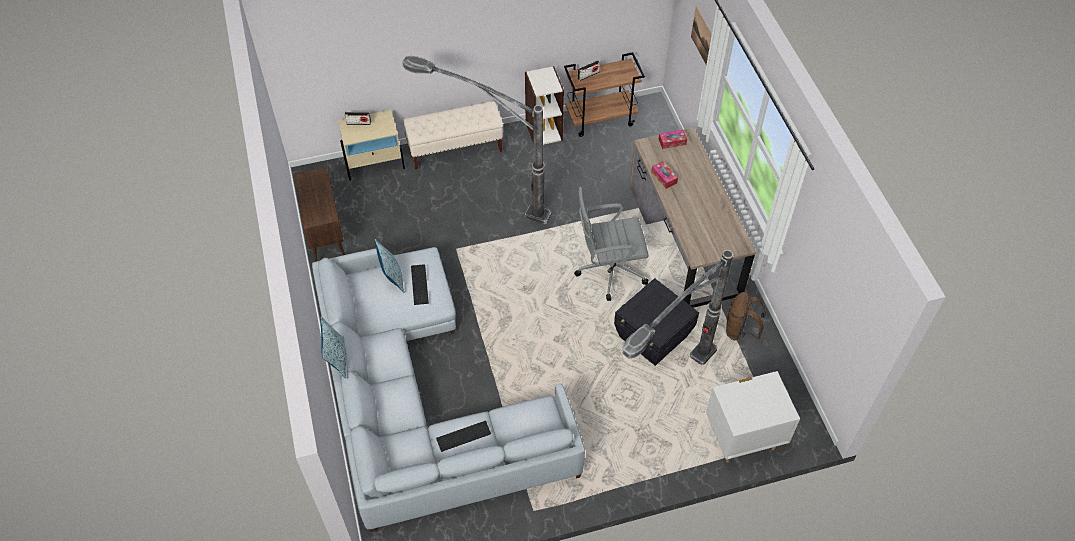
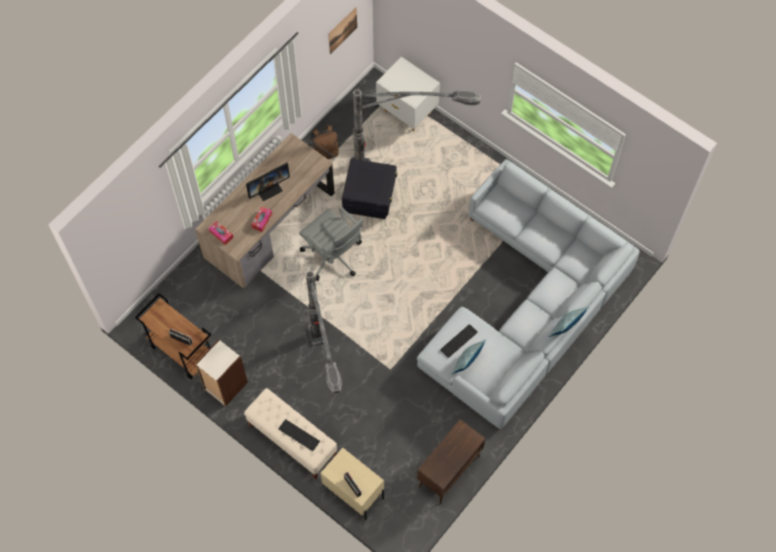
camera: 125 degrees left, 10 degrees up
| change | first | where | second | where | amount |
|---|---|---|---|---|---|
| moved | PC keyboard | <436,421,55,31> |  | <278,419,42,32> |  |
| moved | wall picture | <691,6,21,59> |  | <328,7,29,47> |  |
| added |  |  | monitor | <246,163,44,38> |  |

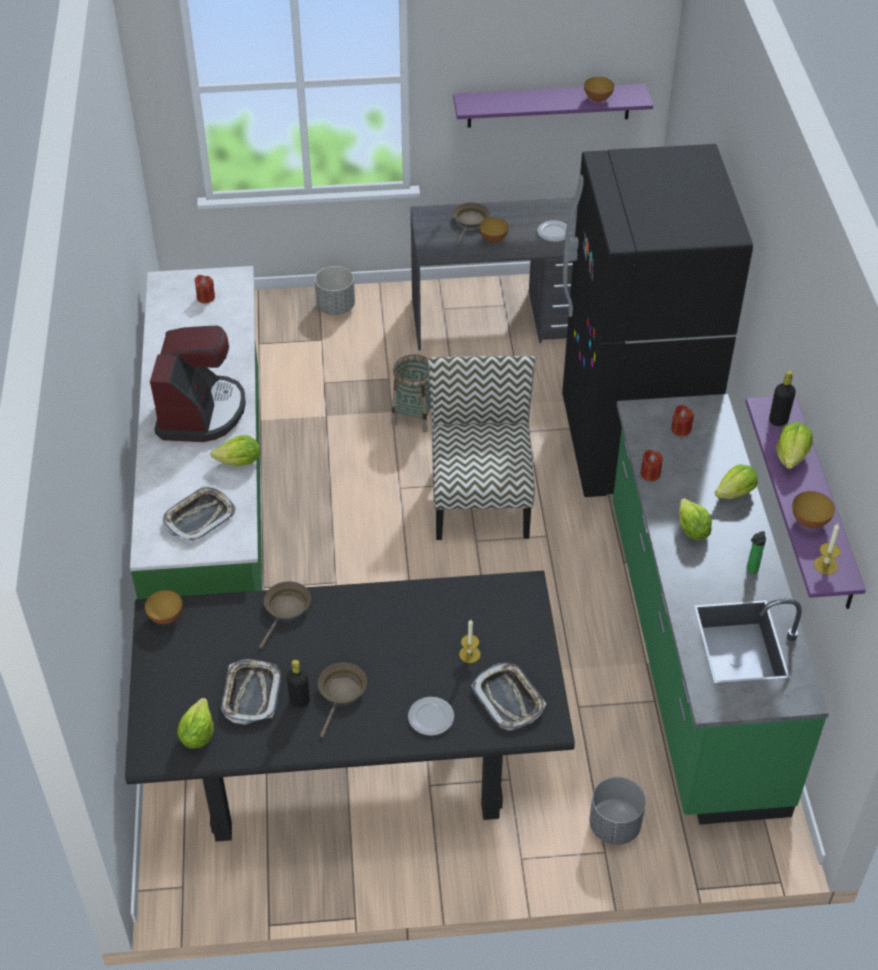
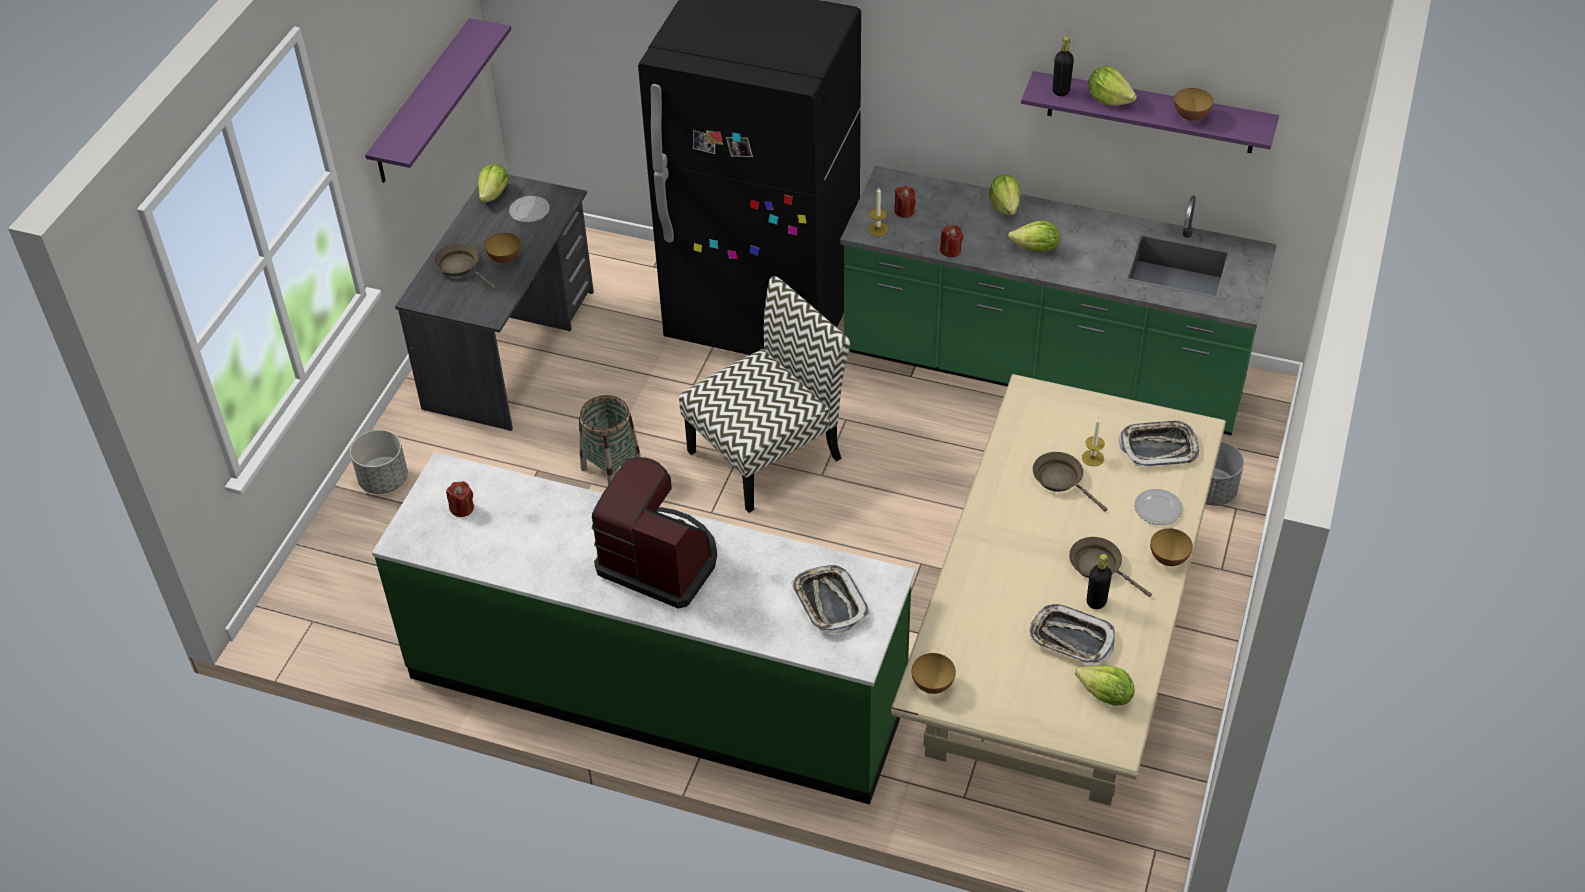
camera: 65 degrees left, 0 degrees up
| change | first | where | second | where | amount |
|---|---|---|---|---|---|
| recoloured | blackish dining table | <125,571,450,271> | sand-coloured dining table | <891,374,335,432> |  |
| moved | head of lettuce | <210,435,50,31> |  | <478,164,31,38> |  |
| moved | brownish pan | <259,581,52,68> |  | <1033,452,74,59> |  |
| turned | plain chair | <428,356,107,184> |  | <679,276,171,237> | 120 degrees clockwise |
| moved | deep dish | <584,77,30,26> |  | <1150,528,43,38> |  |
| removed | drink bottle | <746,531,20,43> |  |  |  |
| moved | wax light | <814,523,27,52> |  | <868,188,20,48> |  |

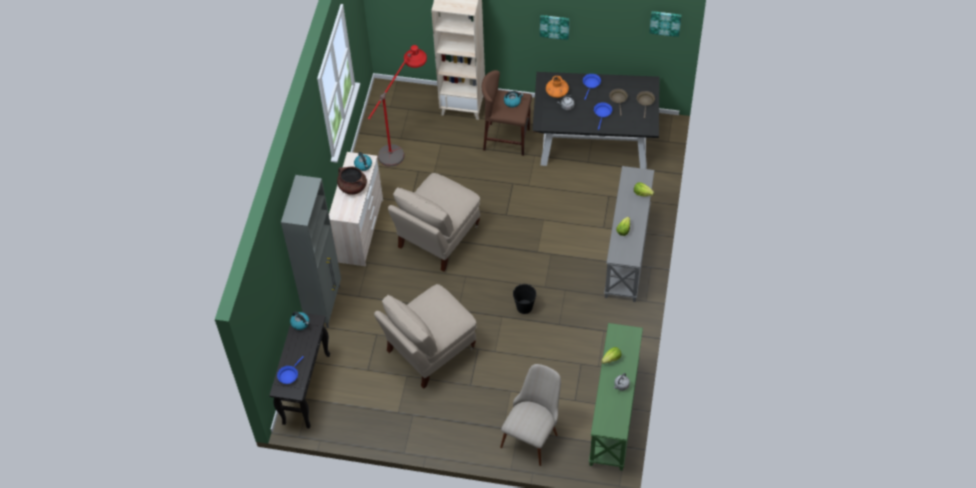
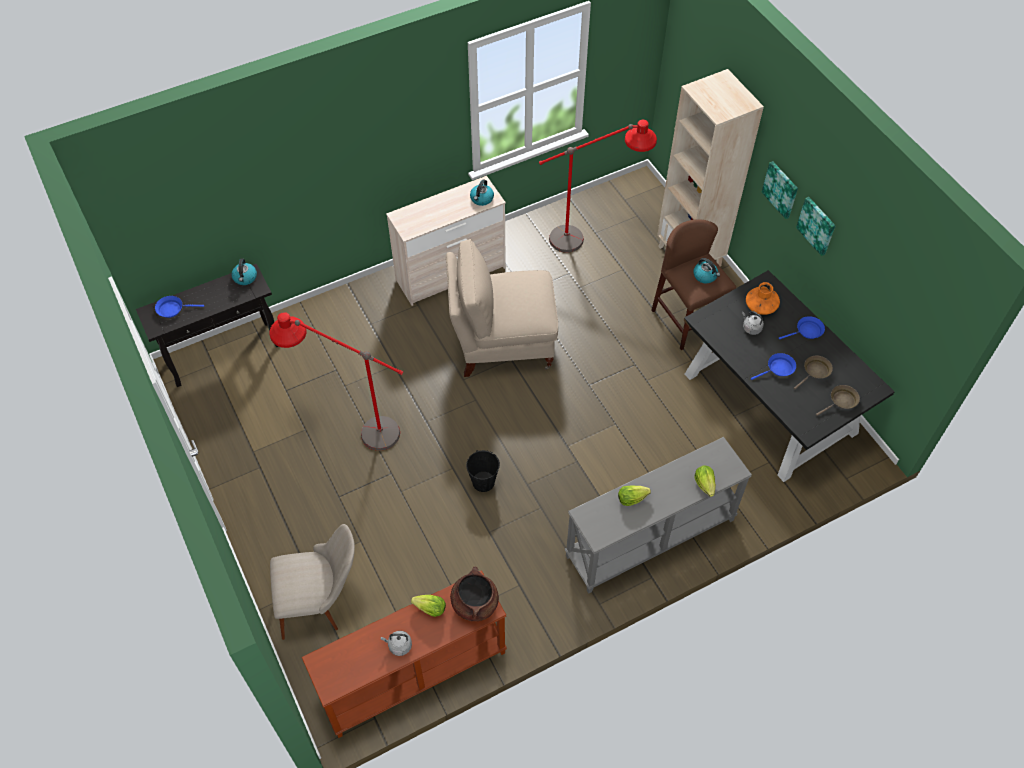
camera: 50 degrees right, 0 degrees up
| change | first | where | second | where | amount |
|---|---|---|---|---|---|
| removed | gray storage cabinet | <281,175,60,153> |  |  |  |
| moved | brownish stockpot | <337,166,30,29> |  | <450,567,49,54> |  |
| replaced | sand-coloured plain chair | <374,284,103,105> | red-coloured floor lamp | <269,312,134,139> |  |
| recoloured | green narrow table | <589,323,54,148> | brownish narrow table | <302,570,205,168> |  |
| moved | wall picture | <649,11,32,26> |  | <762,161,36,58> |  |

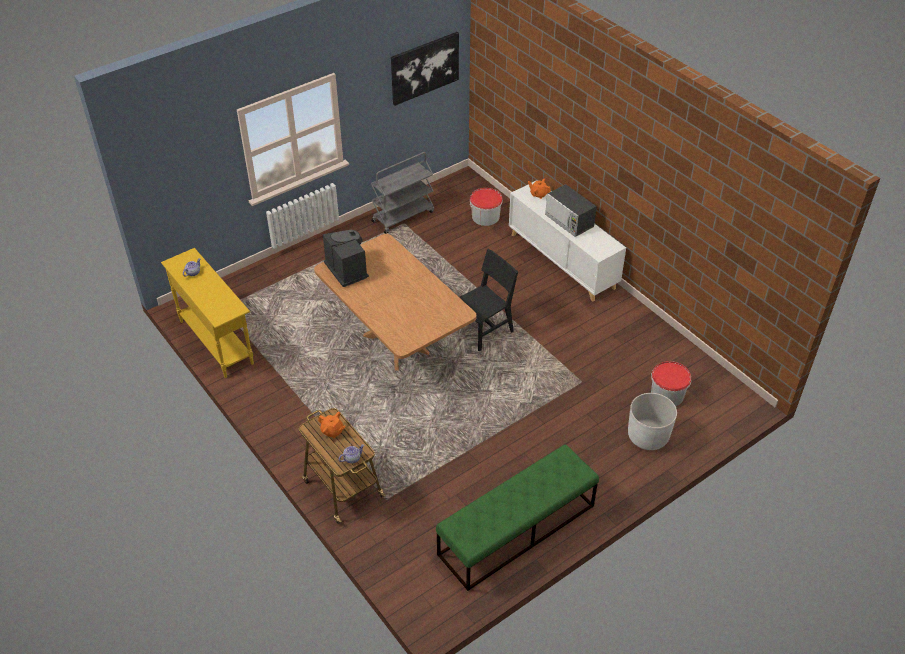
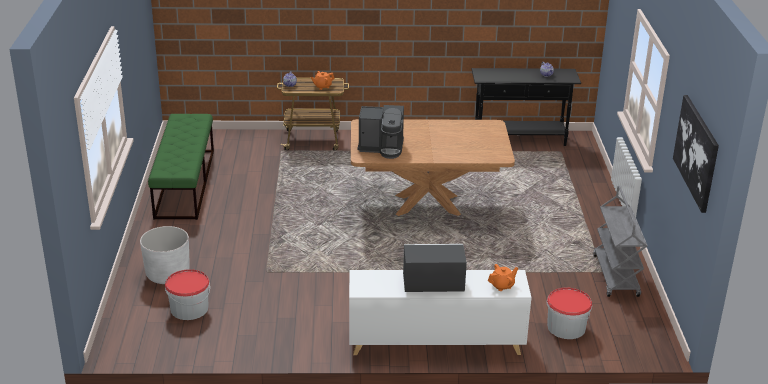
camera: 125 degrees right, 15 degrees down
| change | first | where | second | where | amount |
|---|---|---|---|---|---|
| recoloured | yellowish narrow table | <161,248,93,130> | blackish narrow table | <472,68,109,78> |  |
| moved | coffee brewer | <323,230,46,57> |  | <358,105,46,54> |  |
| removed | blackish plain chair | <459,249,59,102> |  |  |  |

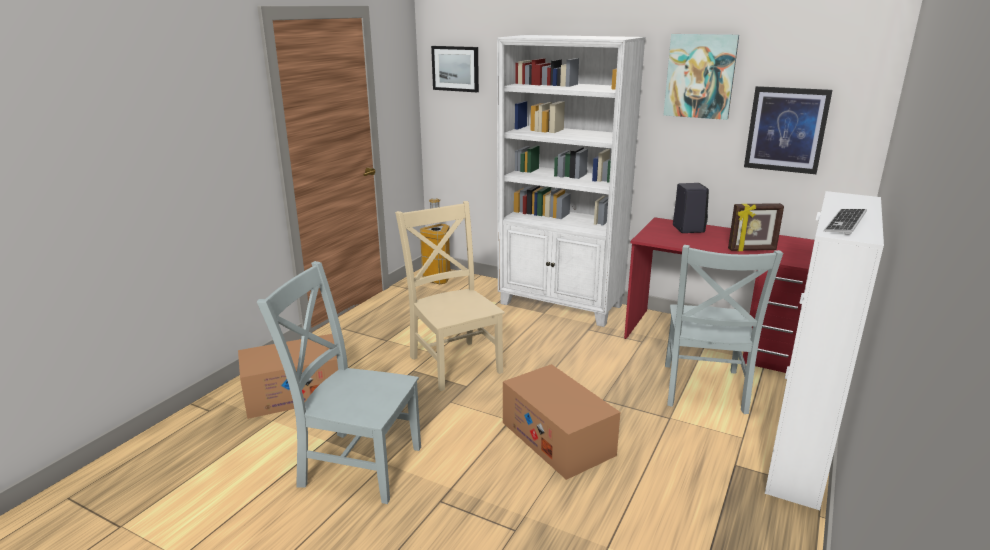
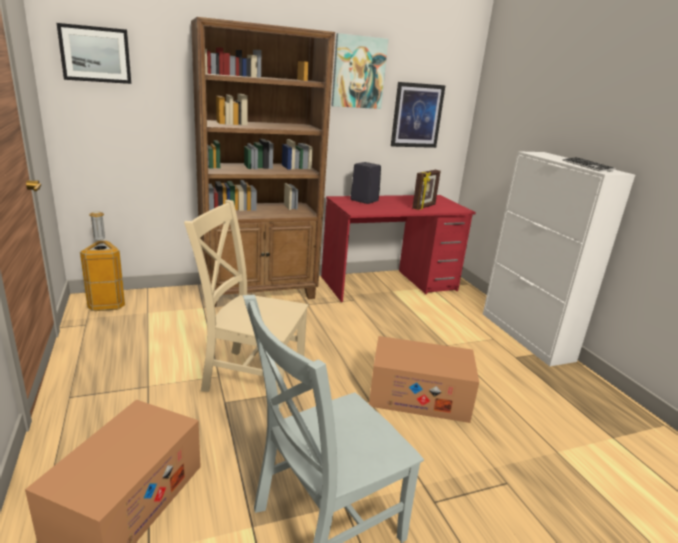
camera: 50 degrees left, 0 degrees up
| change | first | where | second | where | amount |
|---|---|---|---|---|---|
| recoloured | whitish shelving unit | <497,35,149,292> | brownish shelving unit | <191,17,144,290> |  |
| removed | gray plain chair | <665,245,118,169> |  |  |  |

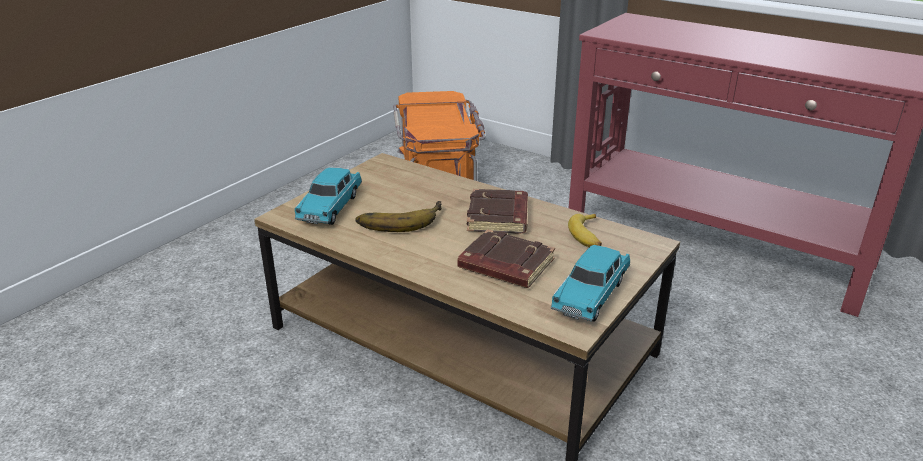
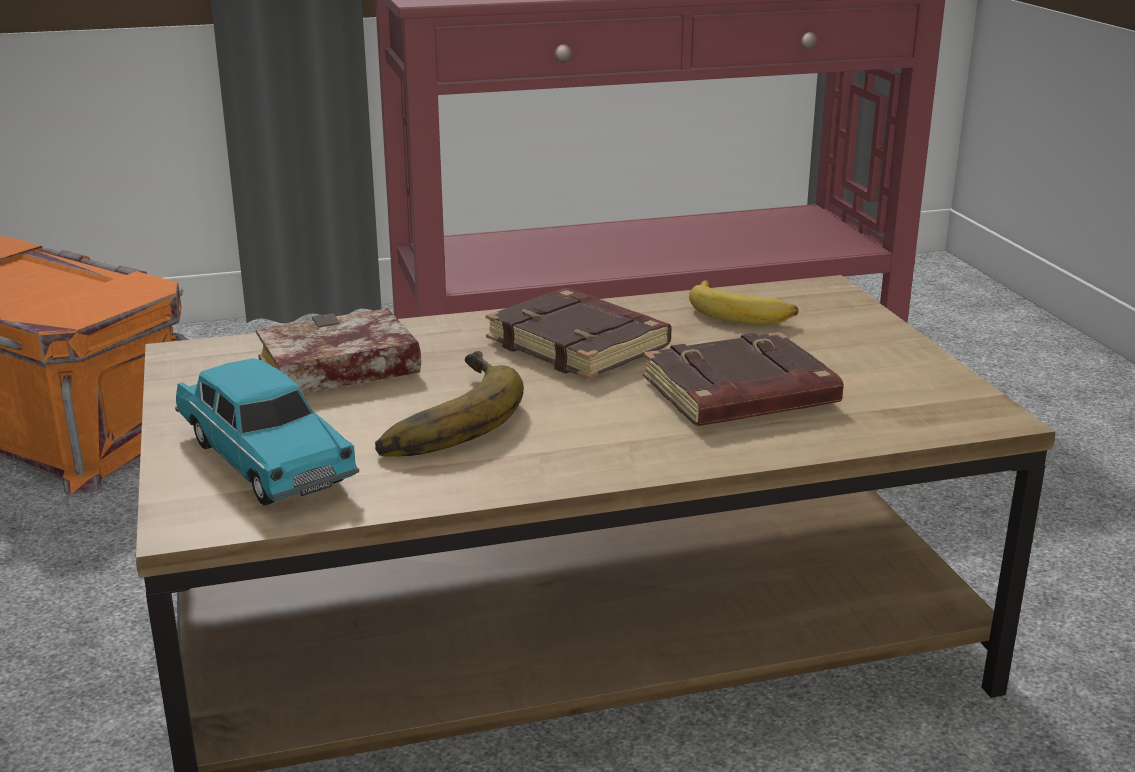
camera: 50 degrees left, 5 degrees down
| change | first | where | second | where | amount |
|---|---|---|---|---|---|
| removed | blue-green miniature car | <551,245,79,77> |  |  |  |
| added |  |  | volume | <256,308,165,85> |  |

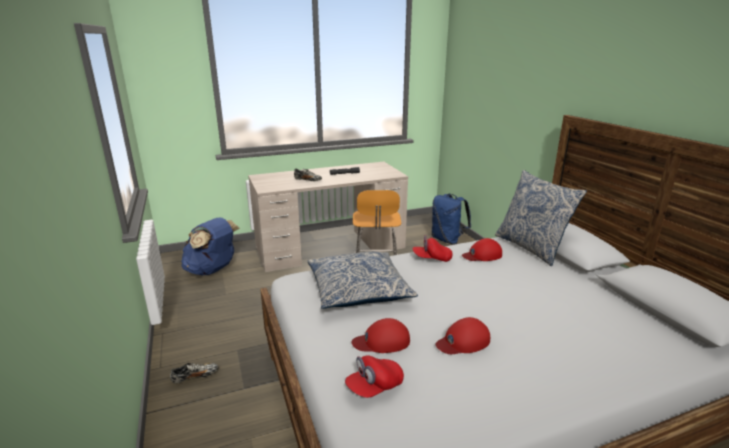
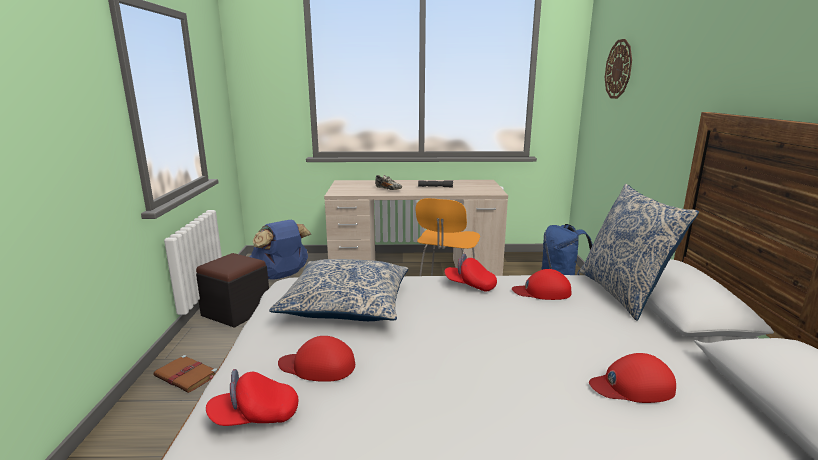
camera: 20 degrees right, 5 degrees down
| change | first | where | second | where | amount |
|---|---|---|---|---|---|
| replaced | low shoe | <170,363,49,21> | brownish volume | <153,355,64,38> |  |
| moved | red-coloured baseball cap | <436,317,54,37> |  | <589,353,87,50> |  |
| added |  |  | blackish ottoman | <196,253,73,75> |  |
| added |  |  | hanging clock | <605,39,27,60> |  |

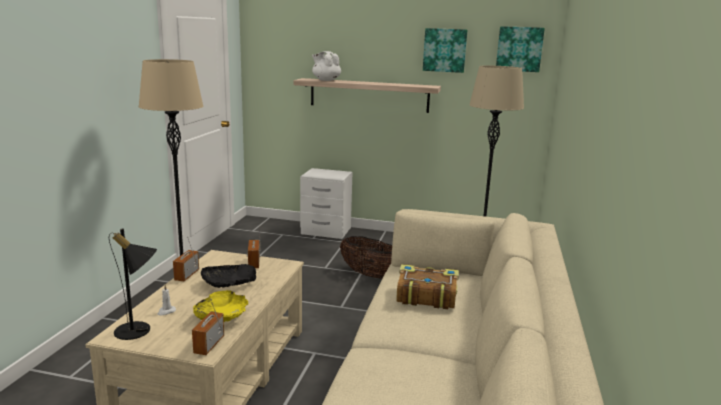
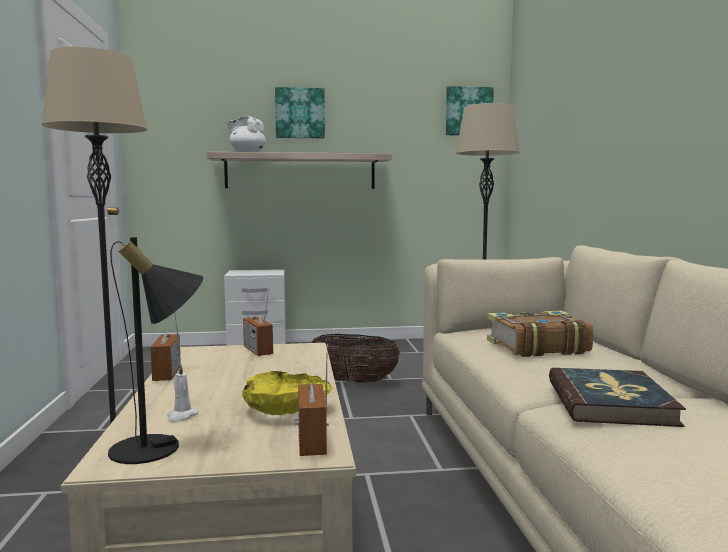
camera: 20 degrees left, 10 degrees down
| change | first | where | second | where | amount |
|---|---|---|---|---|---|
| removed | blackish deep dish | <201,264,55,24> |  |  |  |
| moved | wall picture | <423,28,44,45> |  | <275,87,50,52> |  |
| added |  |  | volume | <549,368,137,59> |  |

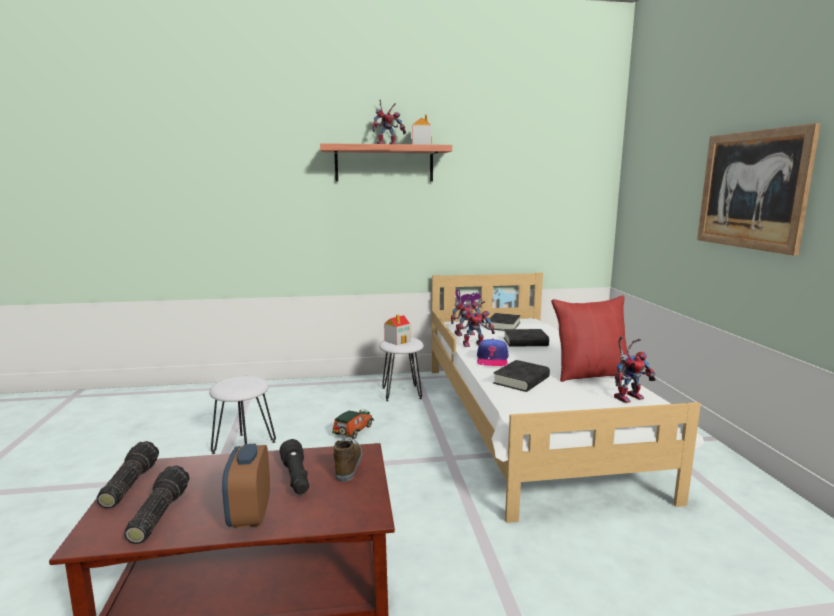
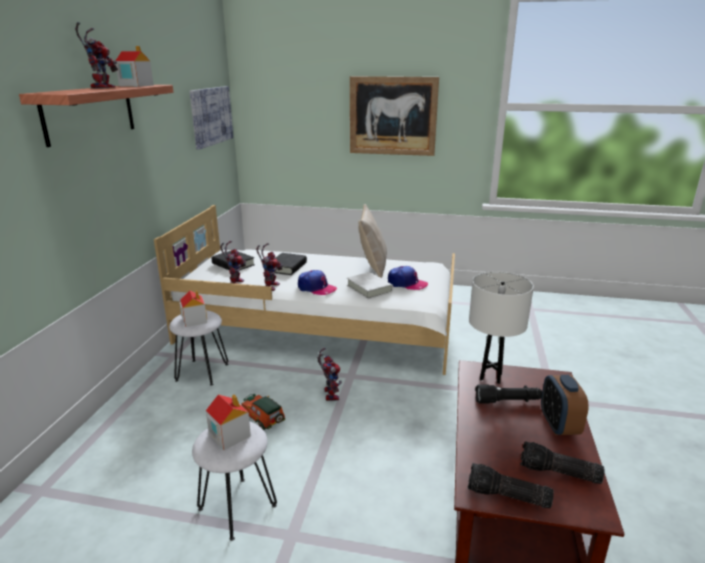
camera: 70 degrees left, 10 degrees up
| change | first | where | second | where | amount |
|---|---|---|---|---|---|
| turned | alarm clock | <222,444,48,84> |  | <541,375,48,60> | 75 degrees clockwise |
| replaced | low shoe | <334,439,28,43> | whitish table lamp | <469,272,65,112> |  |
| recoloured | blackish volume | <493,360,57,32> | whitish volume | <347,272,46,27> |  |
| recoloured | red-coloured pillow | <551,295,77,87> | sand-coloured pillow | <358,204,29,74> |  |
| moved | robot figure | <614,336,42,67> |  | <317,348,25,53> |  |
| added |  |  | wall picture | <190,86,43,63> |  |
| added |  |  | miniature house | <206,394,45,56> |  |
| added |  |  | baseball cap | <388,266,40,24> |  |

